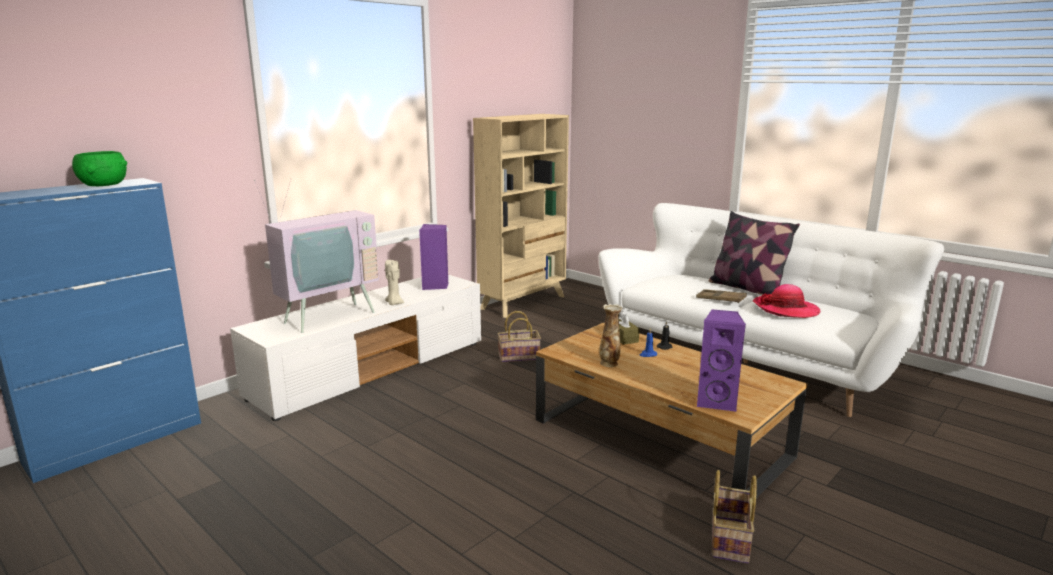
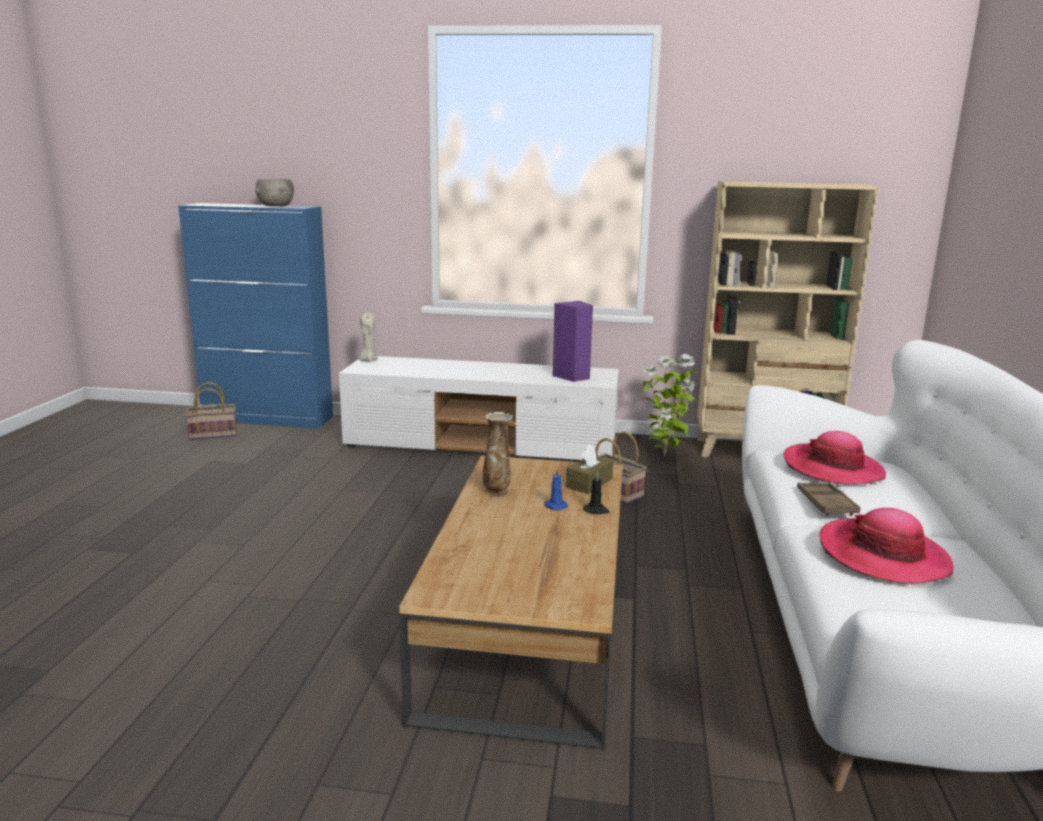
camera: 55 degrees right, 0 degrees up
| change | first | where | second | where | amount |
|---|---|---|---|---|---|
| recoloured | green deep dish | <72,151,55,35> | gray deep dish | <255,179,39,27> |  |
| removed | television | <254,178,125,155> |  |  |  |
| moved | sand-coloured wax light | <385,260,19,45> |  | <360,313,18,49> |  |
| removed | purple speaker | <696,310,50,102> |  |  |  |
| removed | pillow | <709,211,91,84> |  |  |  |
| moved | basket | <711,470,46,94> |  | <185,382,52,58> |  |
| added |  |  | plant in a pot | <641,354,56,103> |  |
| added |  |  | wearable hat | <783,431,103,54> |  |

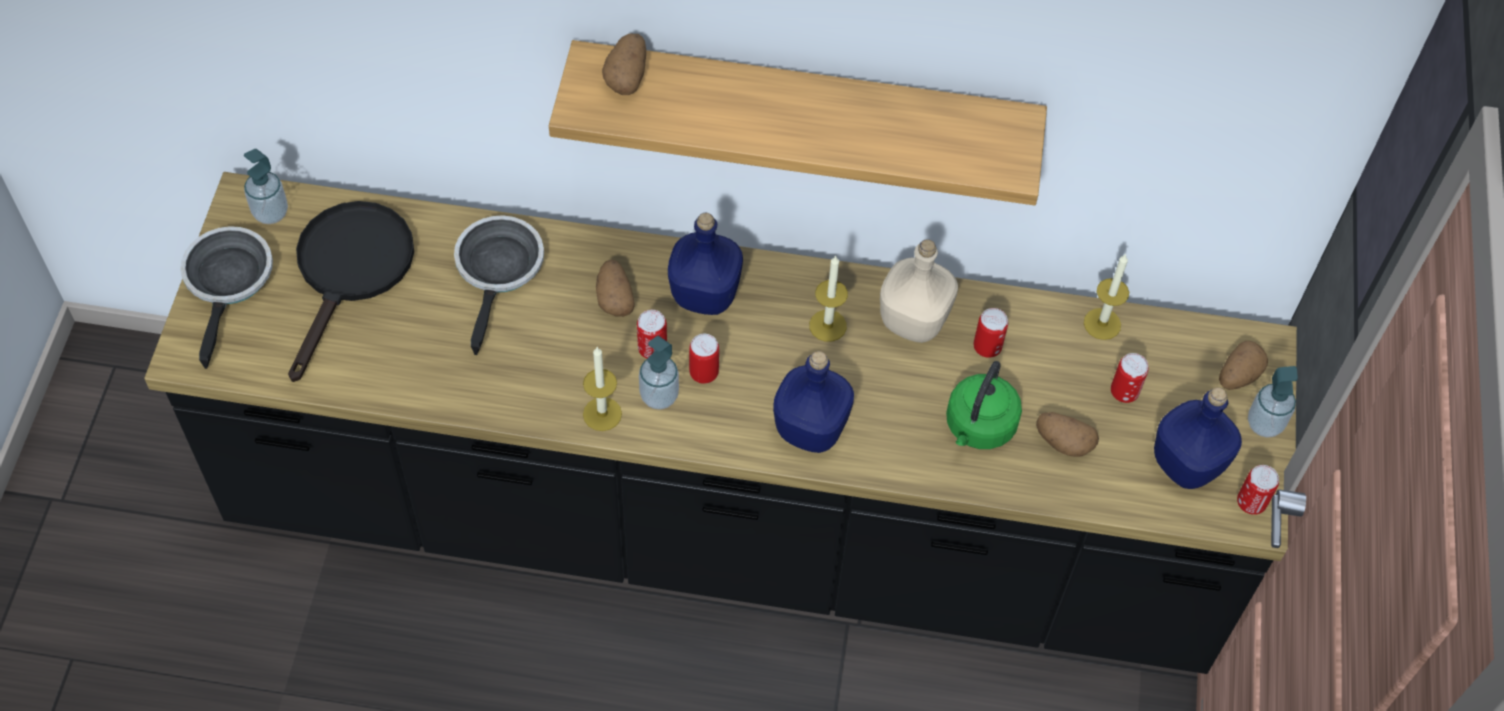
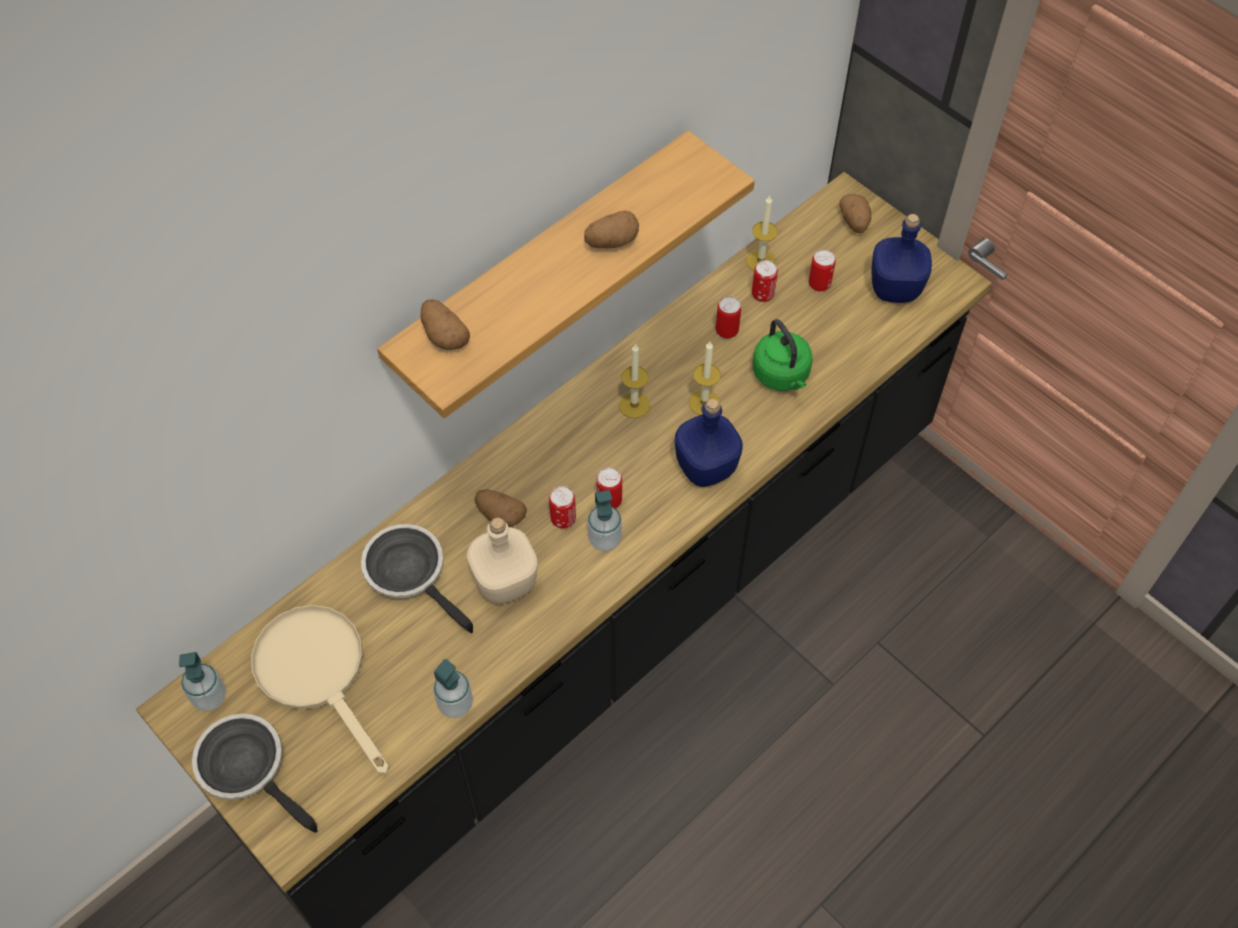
camera: 50 degrees left, 0 degrees up
| change | first | where | second | where | amount |
|---|---|---|---|---|---|
| recoloured | blackish pan | <288,201,126,181> | sand-coloured pan | <251,605,138,170> |  |
| moved | wax light | <583,347,39,84> |  | <689,342,32,73> |  |
| removed | blue drink bottle | <668,213,75,102> |  |  |  |
| moved | sand-coloured drink bottle | <880,239,78,104> |  | <467,517,71,87> |  |
| moved | spud | <1036,412,63,45> |  | <584,211,55,37> |  |
| moved | can | <1237,465,42,50> |  | <752,260,26,42> |  |
| moved | liquid soap bottle | <1248,366,50,72> |  | <433,659,40,59> |  |

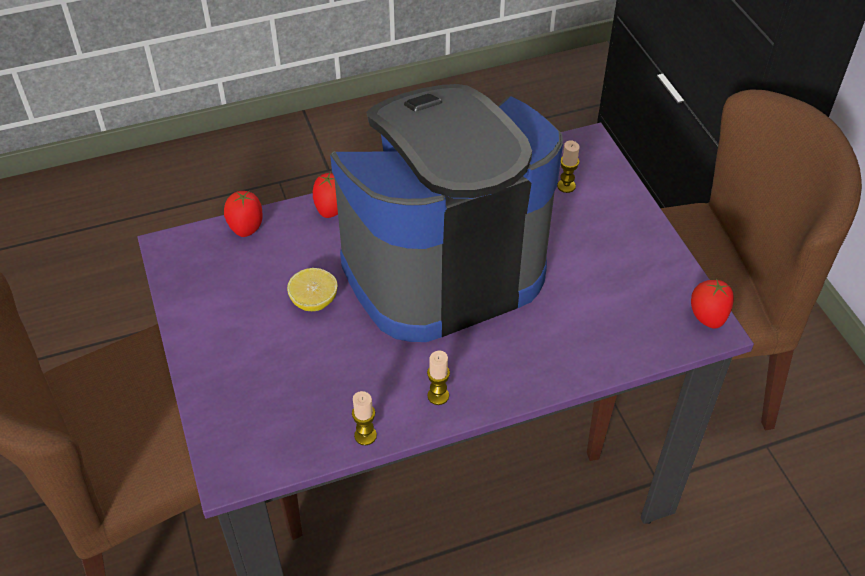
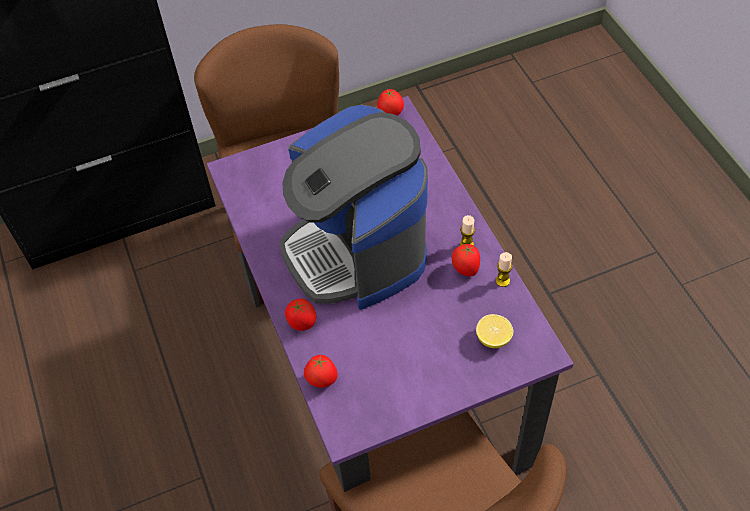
camera: 90 degrees left, 5 degrees up
| change | first | where | second | where | amount |
|---|---|---|---|---|---|
| moved | lemon | <287,268,50,43> |  | <476,314,38,34> |  |
| removed | wax light | <557,141,23,52> |  |  |  |
| added |  |  | whole tomato | <452,244,28,32> |  |

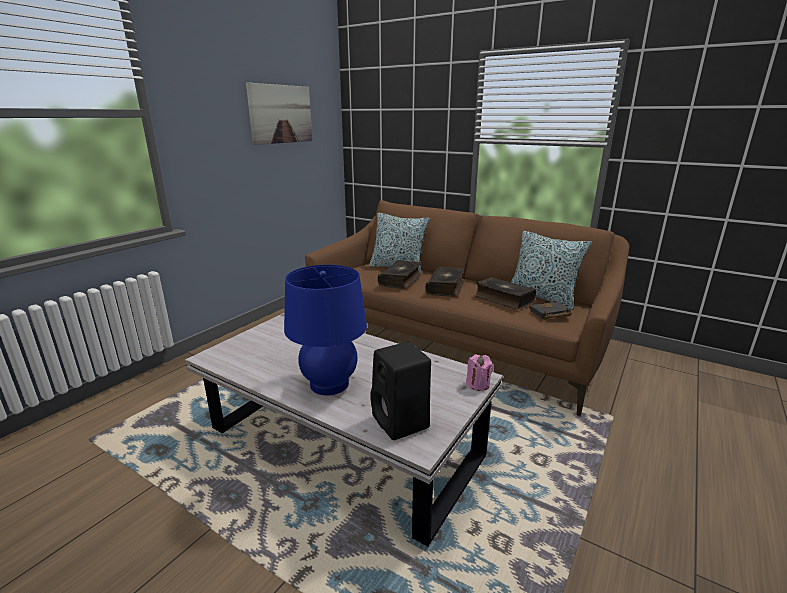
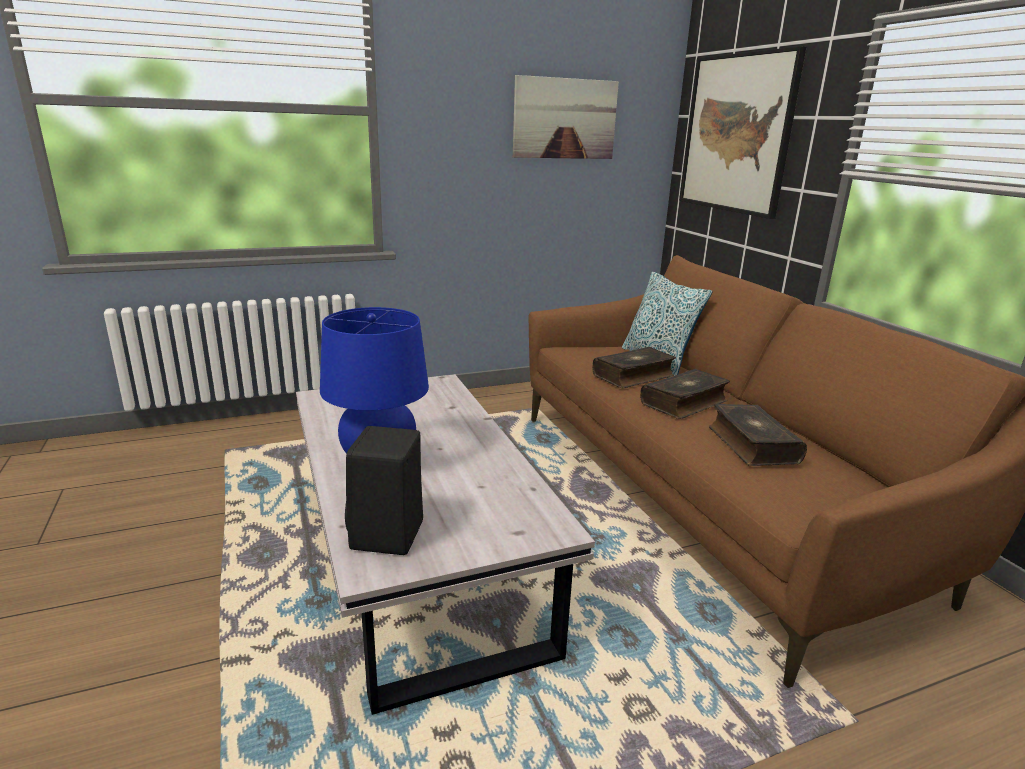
camera: 35 degrees right, 0 degrees up
| change | first | where | second | where | amount |
|---|---|---|---|---|---|
| removed | pink-coloured wax light | <466,355,27,36> |  |  |  |
| removed | pillow | <511,231,81,79> |  |  |  |
| removed | blackish volume | <529,301,43,19> |  |  |  |
| added |  |  | wall picture | <679,46,128,173> |  |

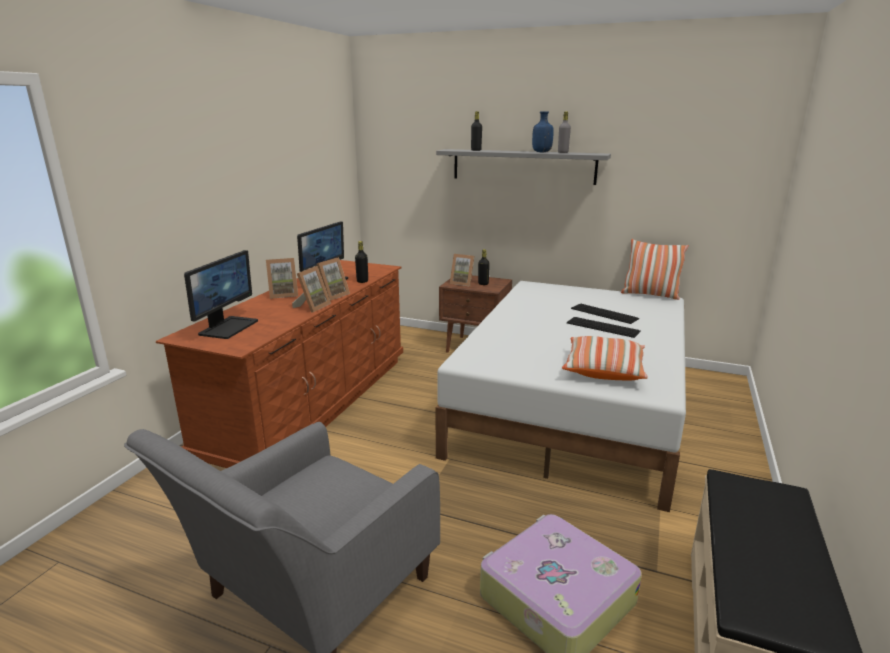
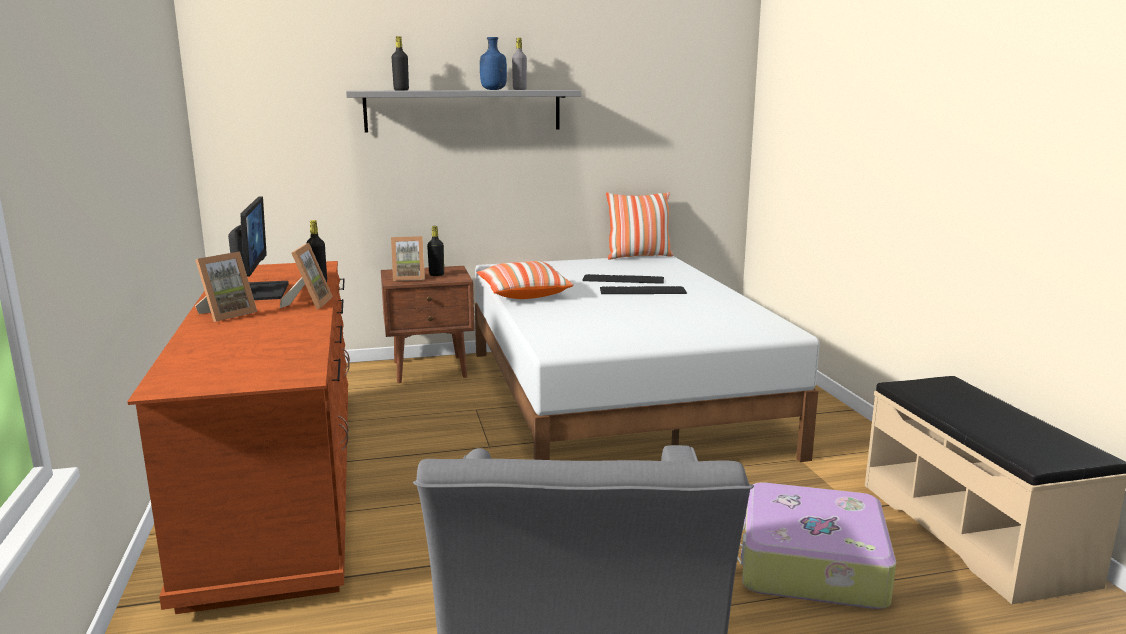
camera: 35 degrees left, 5 degrees down
| change | first | where | second | where | amount |
|---|---|---|---|---|---|
| removed | monitor | <184,250,74,89> |  |  |  |
| removed | photo frame | <292,266,39,47> |  |  |  |
| moved | pillow | <562,336,86,45> |  | <477,261,97,38> |  |

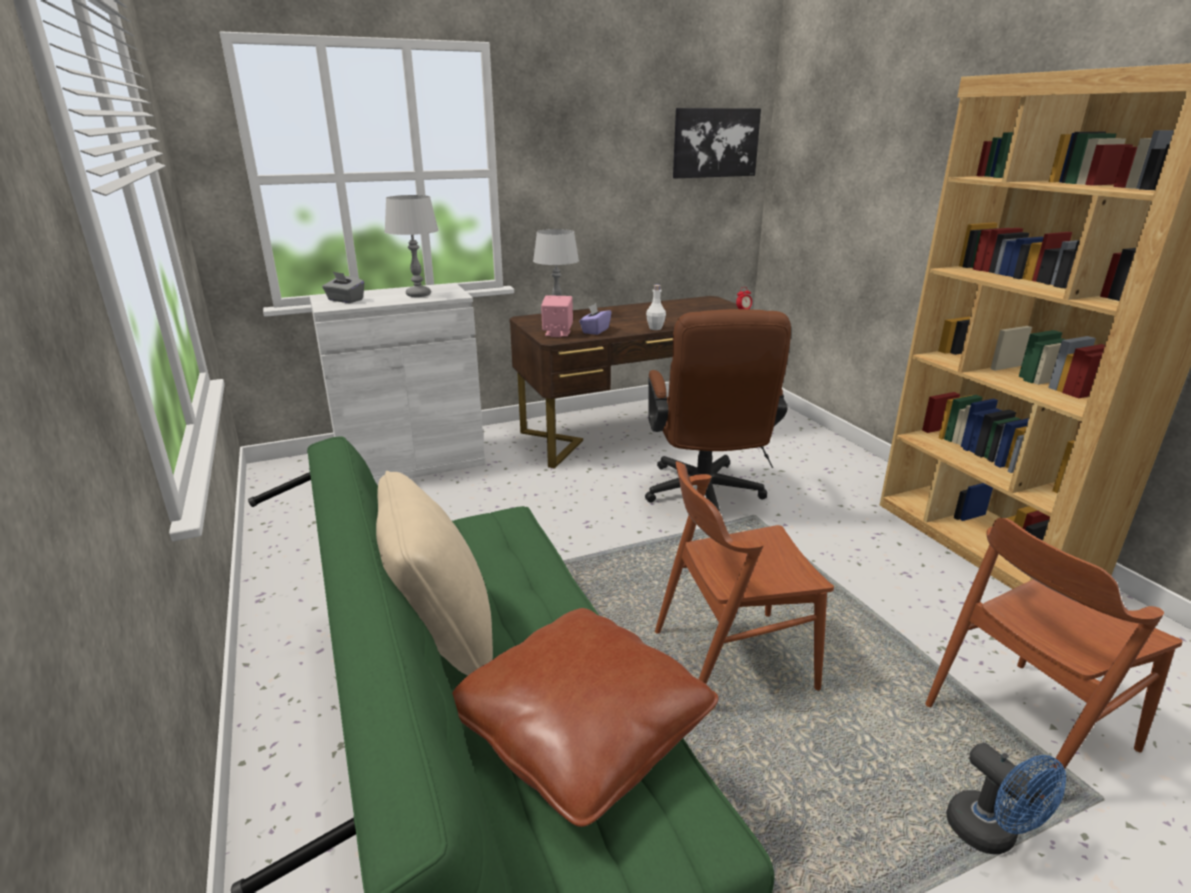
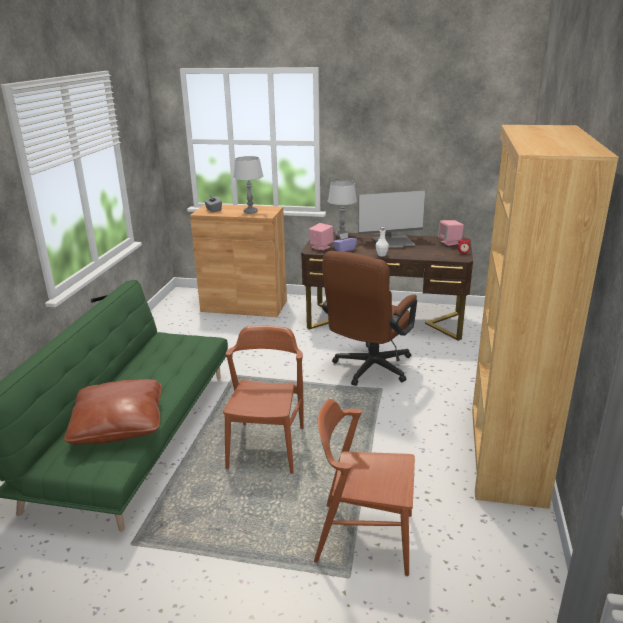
camera: 35 degrees right, 0 degrees up
| change | first | where | second | where | amount |
|---|---|---|---|---|---|
| recoloured | whitish storage cabinet | <309,283,176,201> | brownish storage cabinet | <190,204,97,113> |  |
| removed | sand-coloured pillow | <376,471,117,205> |  |  |  |
| turned | brownish plain chair | <655,461,179,230> |  | <223,325,81,149> | 75 degrees clockwise |
| removed | wall picture | <673,108,88,70> |  |  |  |
| removed | blue cooling fan | <946,743,120,111> |  |  |  |
| added |  |  | monitor | <358,190,67,58> |  |
| added |  |  | pink-coloured speaker | <438,220,26,26> |  |

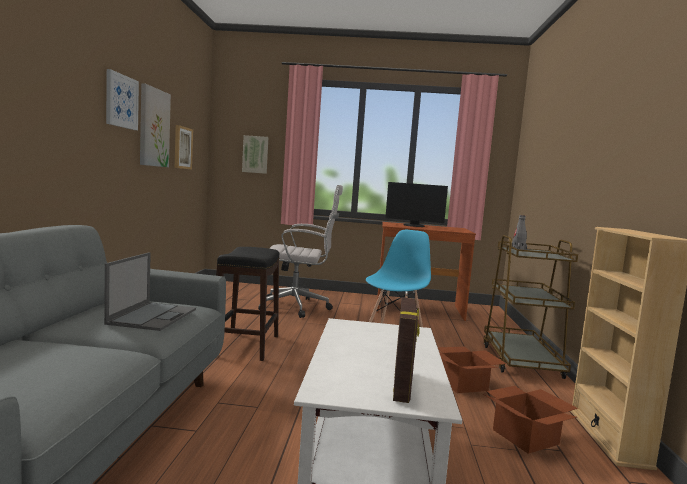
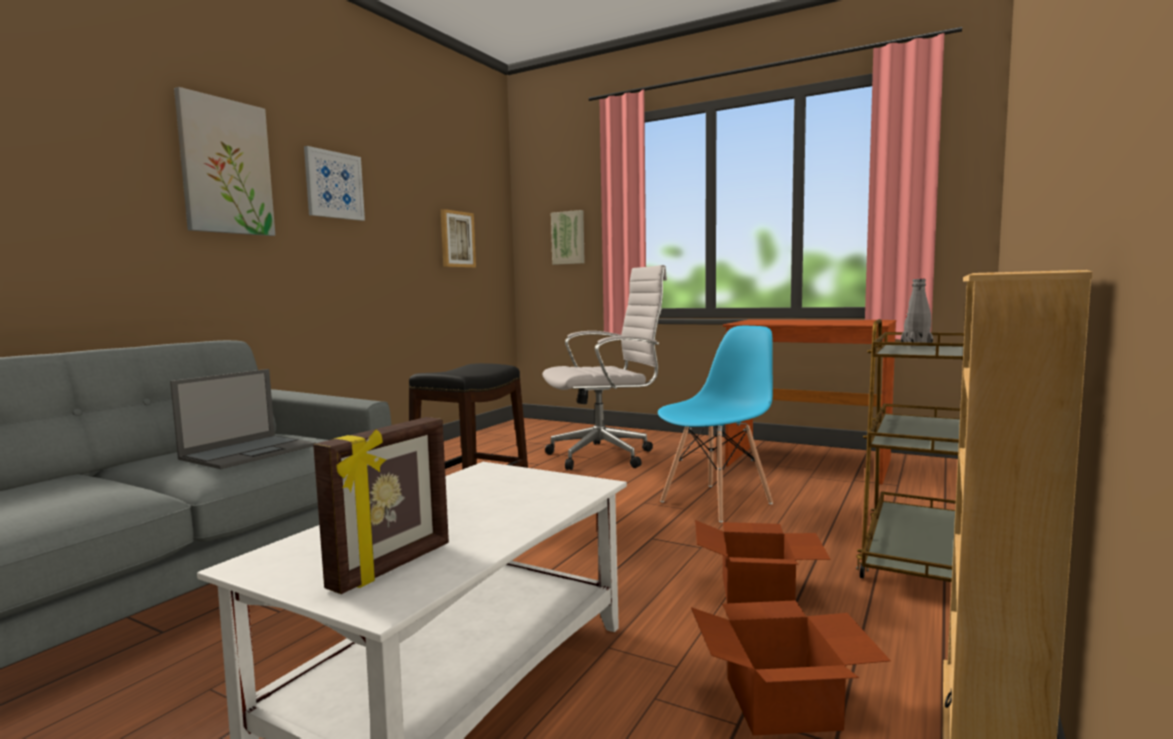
camera: 25 degrees right, 0 degrees up
| change | first | where | second | where | amount |
|---|---|---|---|---|---|
| moved | wall picture | <140,83,31,84> |  | <174,87,101,149> |  |
| turned | whitish computer chair | <258,185,85,133> |  | <542,265,125,205> | 45 degrees counterclockwise |
| removed | monitor | <385,182,63,45> |  |  |  |

